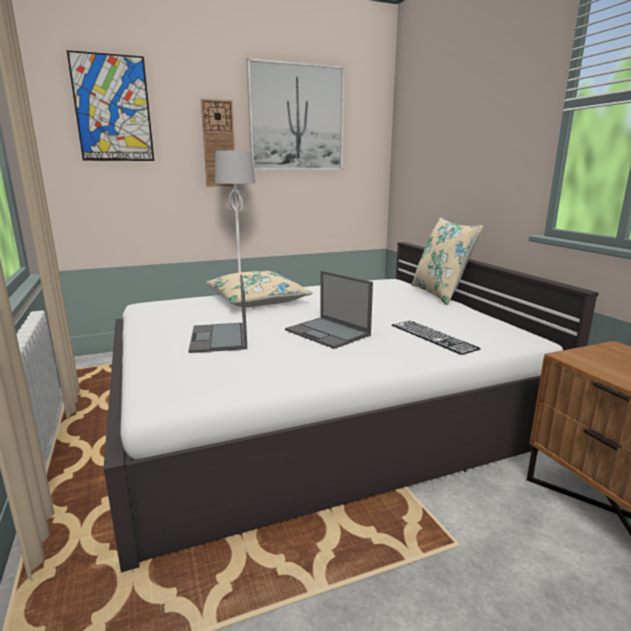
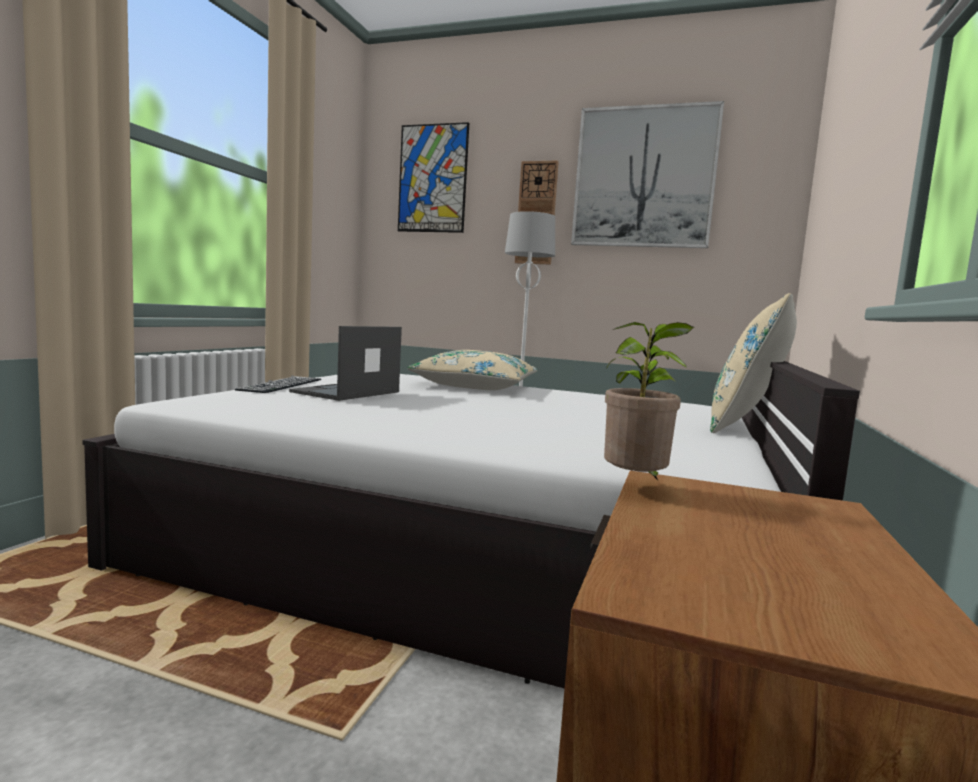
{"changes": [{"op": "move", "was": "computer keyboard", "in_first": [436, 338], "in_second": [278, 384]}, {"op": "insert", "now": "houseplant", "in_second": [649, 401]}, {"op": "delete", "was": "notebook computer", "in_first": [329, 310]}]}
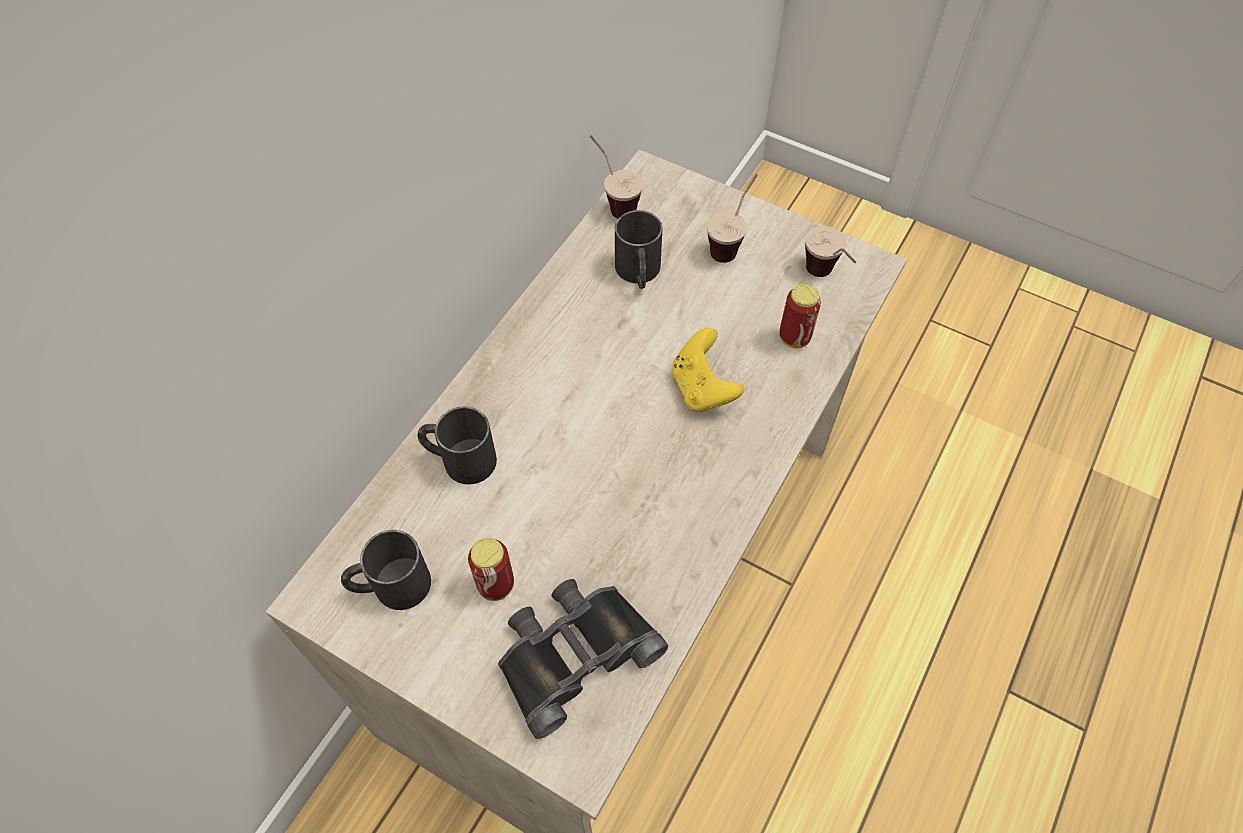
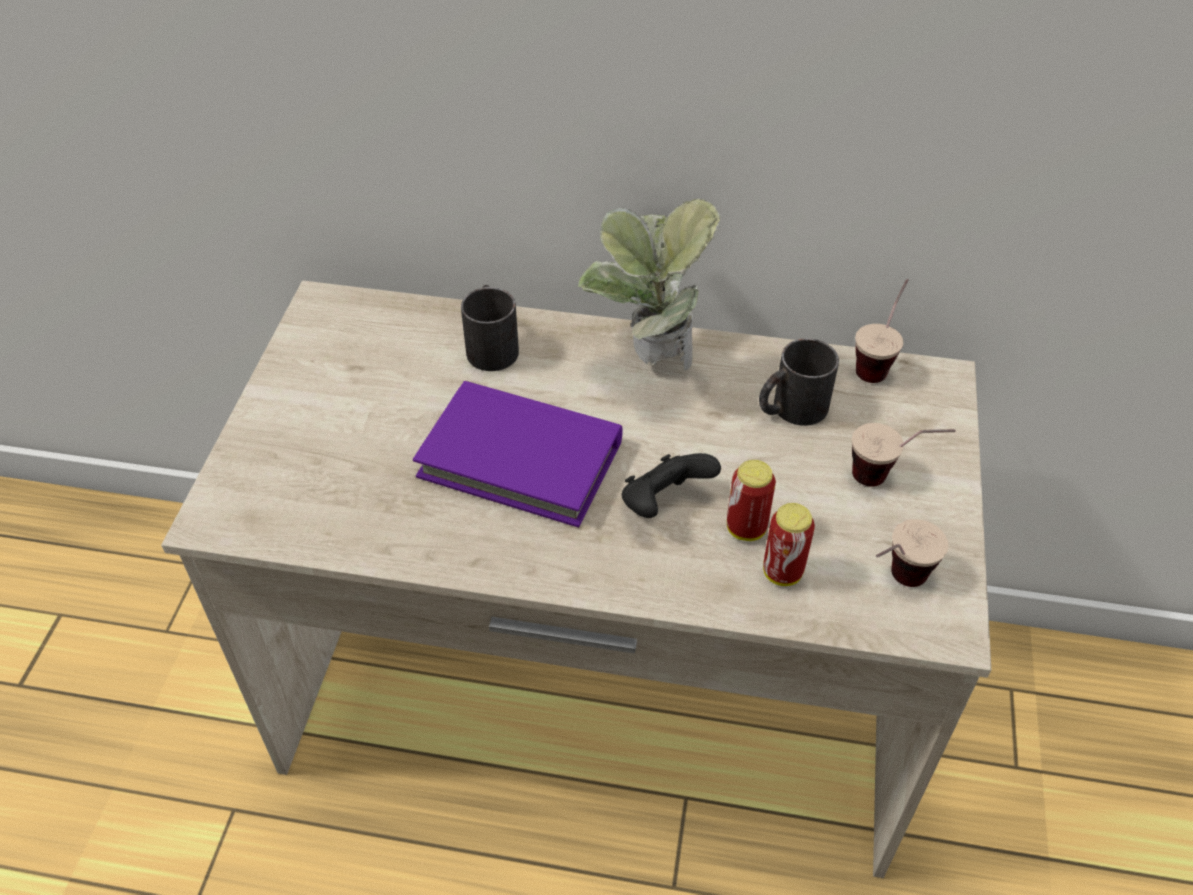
{"changes": [{"op": "insert", "now": "purplish volume", "in_second": [518, 454]}, {"op": "insert", "now": "houseplant", "in_second": [649, 284]}, {"op": "recolor", "was": "yellowish joypad", "now": "blackish joypad", "in_first": [708, 370], "in_second": [671, 485]}, {"op": "move", "was": "metal can", "in_first": [491, 569], "in_second": [751, 500]}, {"op": "delete", "was": "blackish tea mug", "in_first": [386, 570]}, {"op": "delete", "was": "blackish field glasses", "in_first": [583, 659]}]}
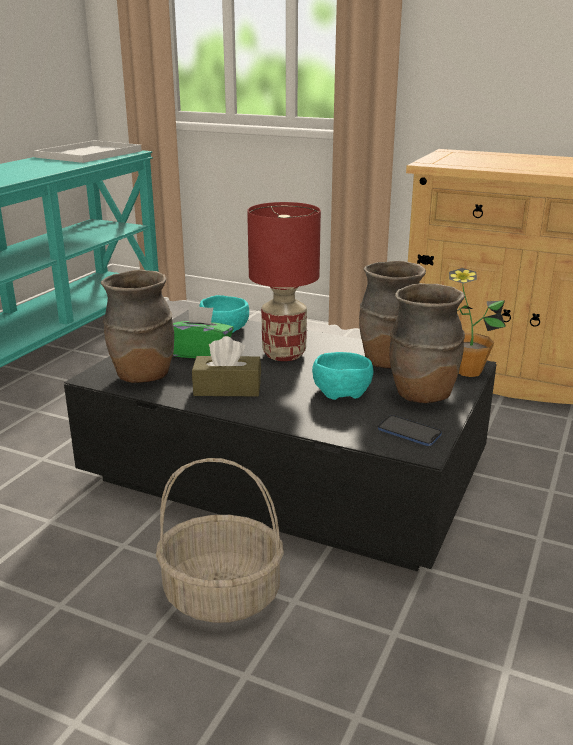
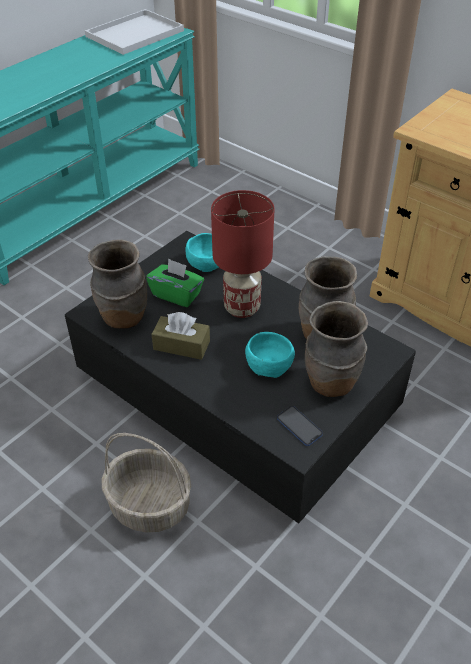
{"changes": [{"op": "delete", "was": "houseplant", "in_first": [477, 322]}]}
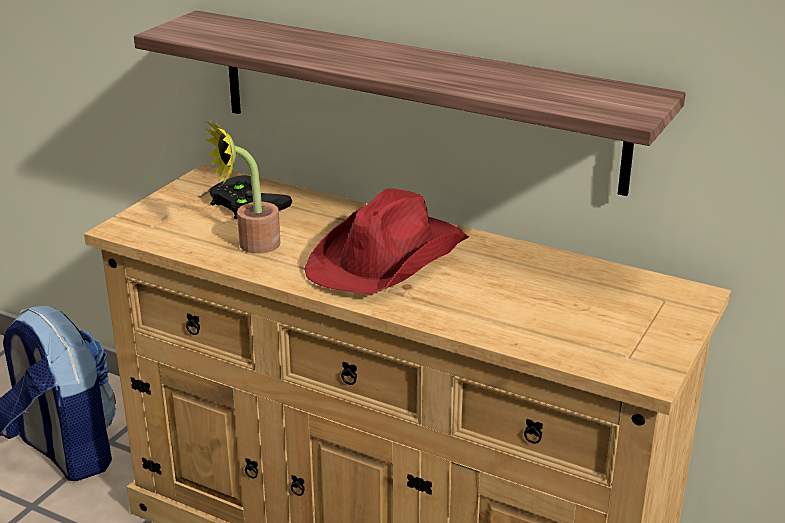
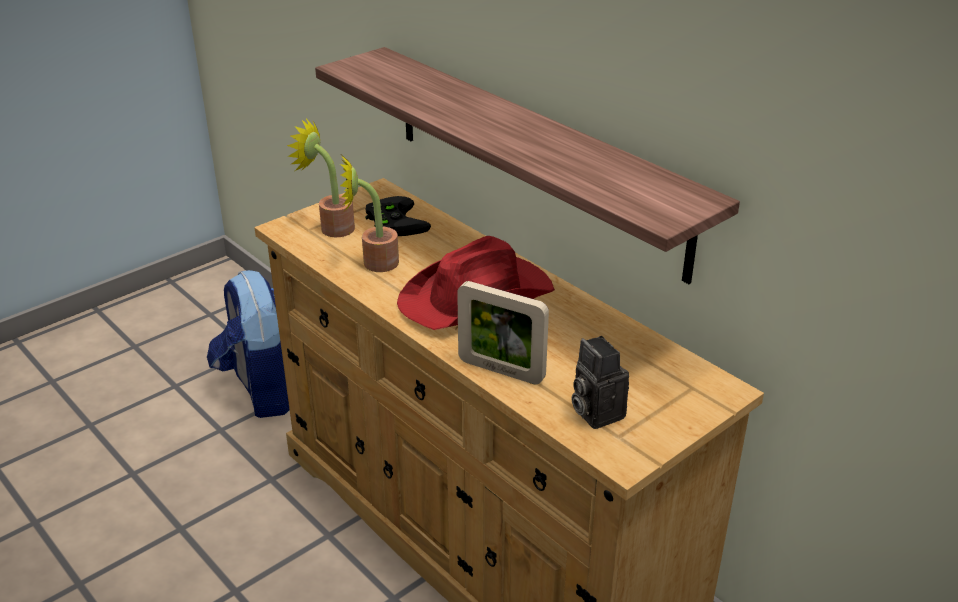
{"changes": [{"op": "insert", "now": "houseplant", "in_second": [321, 178]}, {"op": "insert", "now": "photo frame", "in_second": [503, 333]}, {"op": "insert", "now": "photo camera", "in_second": [600, 382]}]}
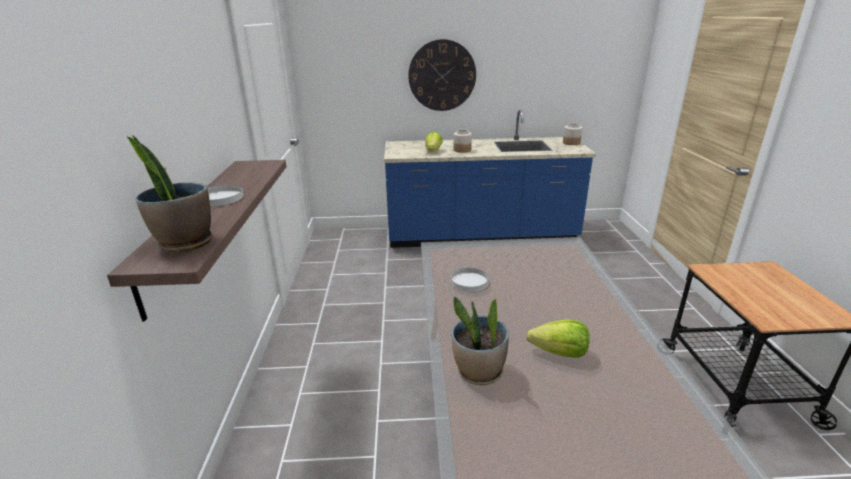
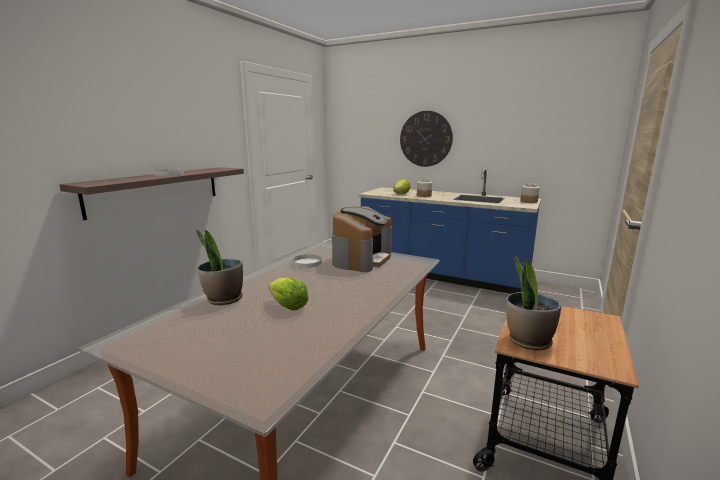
{"changes": [{"op": "insert", "now": "coffee maker", "in_second": [362, 239]}, {"op": "move", "was": "houseplant", "in_first": [169, 194], "in_second": [533, 303]}]}
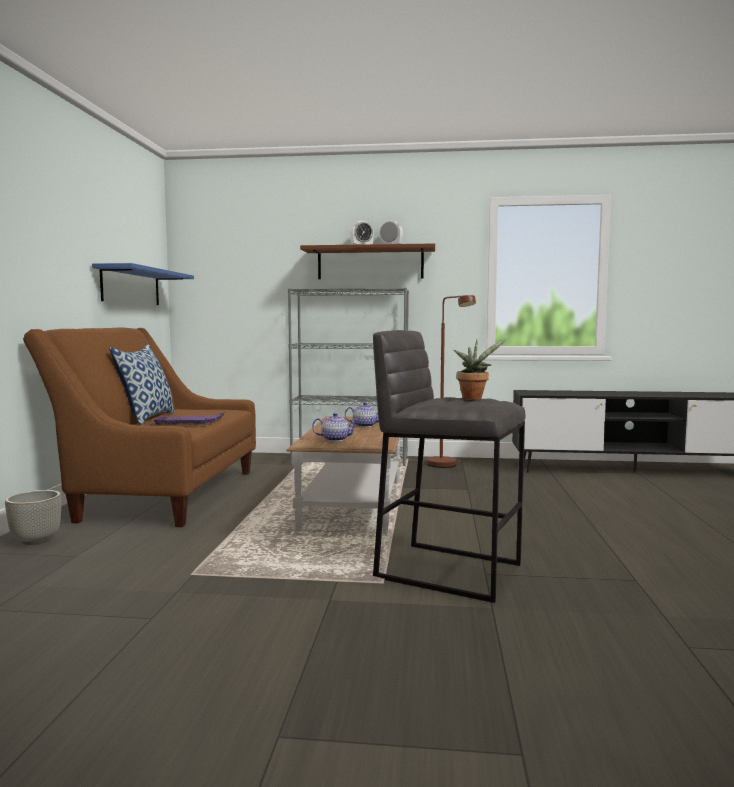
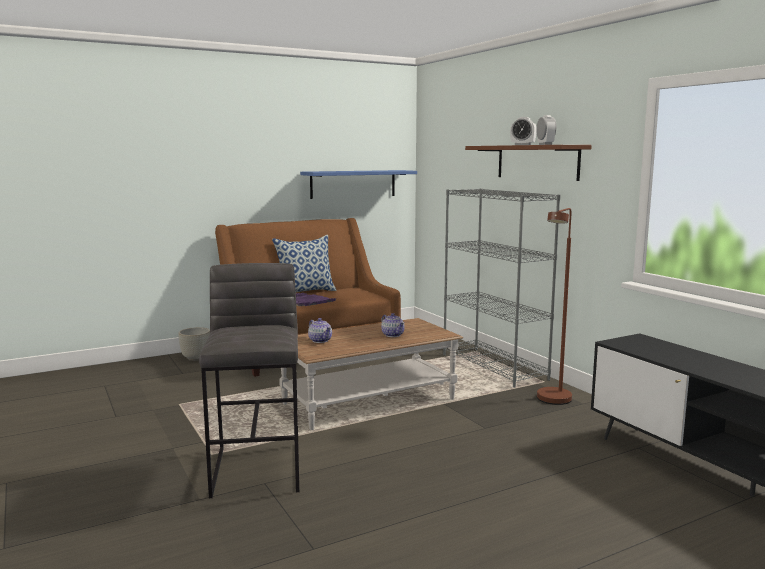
{"changes": [{"op": "delete", "was": "houseplant", "in_first": [479, 369]}]}
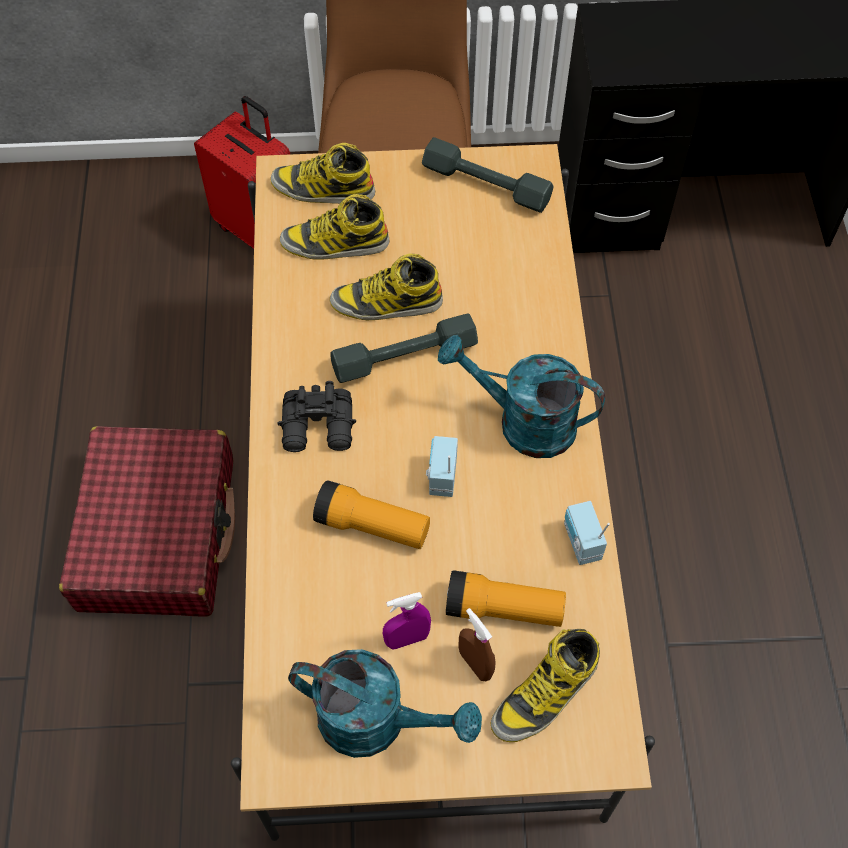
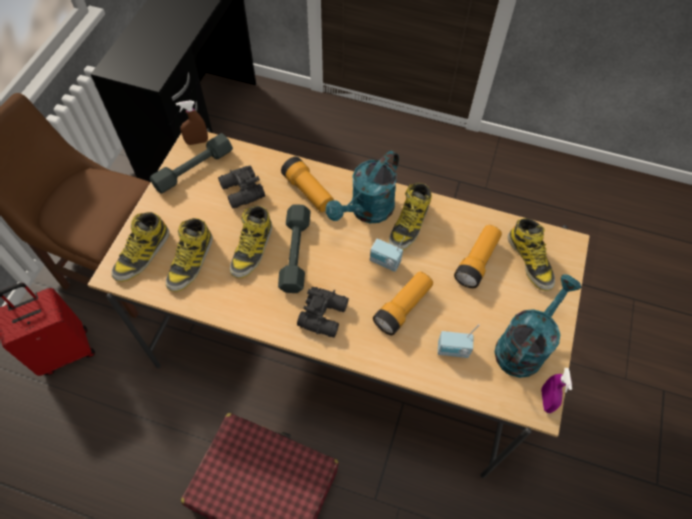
{"changes": [{"op": "move", "was": "brown sprayer", "in_first": [477, 644], "in_second": [192, 122]}, {"op": "insert", "now": "blackish field glasses", "in_second": [241, 187]}, {"op": "insert", "now": "torch", "in_second": [307, 184]}, {"op": "insert", "now": "tall boot", "in_second": [410, 216]}, {"op": "move", "was": "radio set", "in_first": [587, 533], "in_second": [459, 341]}, {"op": "move", "was": "purplish sprayer", "in_first": [407, 620], "in_second": [556, 390]}]}
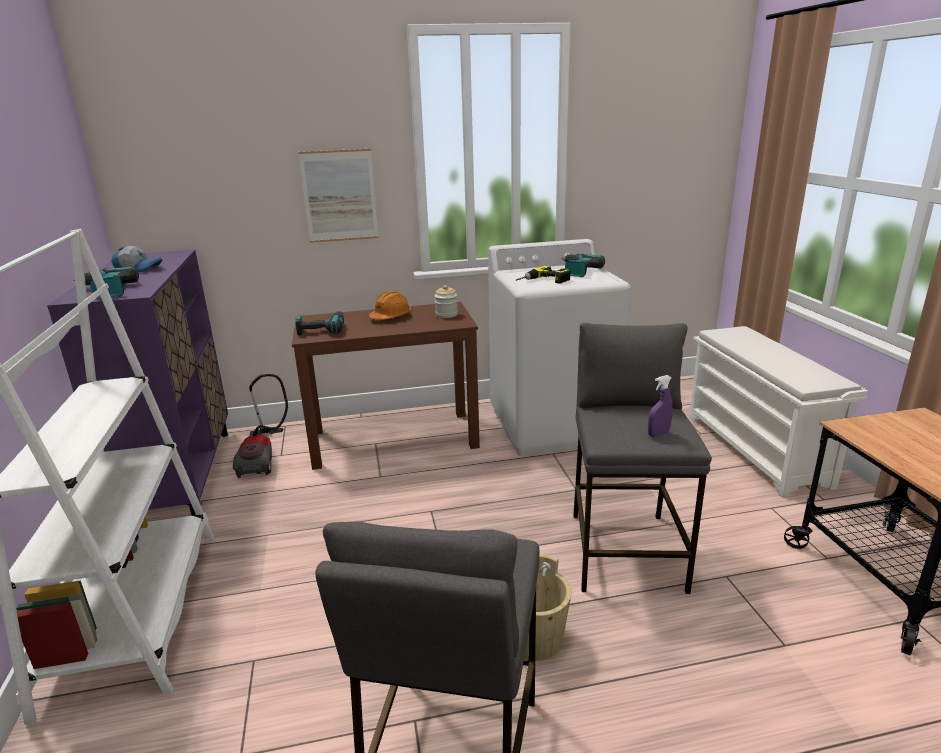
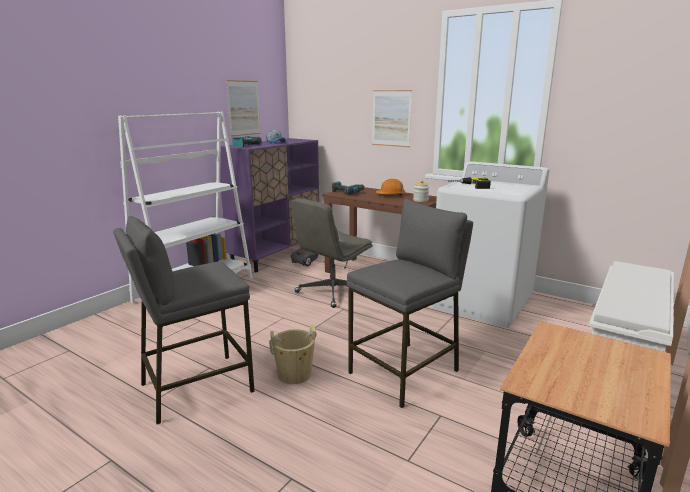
{"changes": [{"op": "insert", "now": "wall art", "in_second": [243, 108]}, {"op": "insert", "now": "grey computer chair", "in_second": [332, 253]}, {"op": "delete", "was": "electric drill", "in_first": [583, 265]}, {"op": "delete", "was": "purplish sprayer", "in_first": [660, 406]}]}
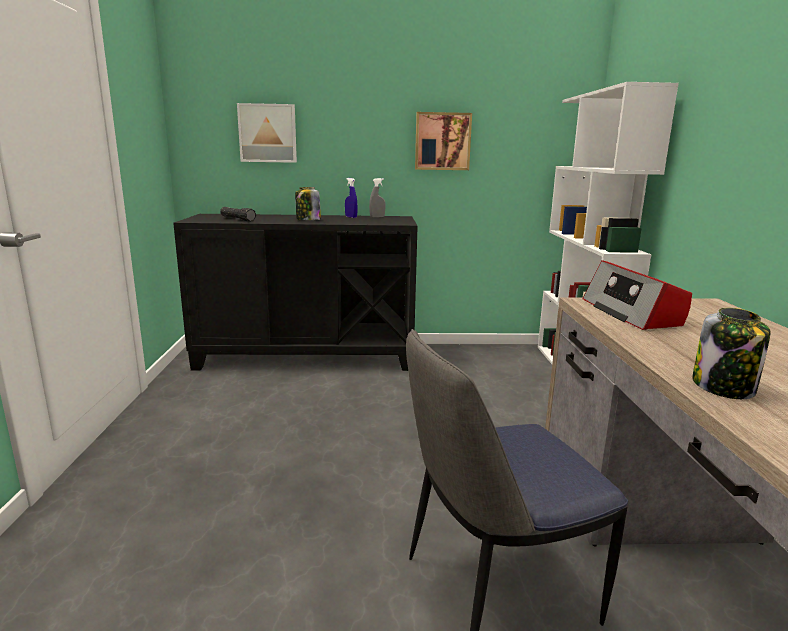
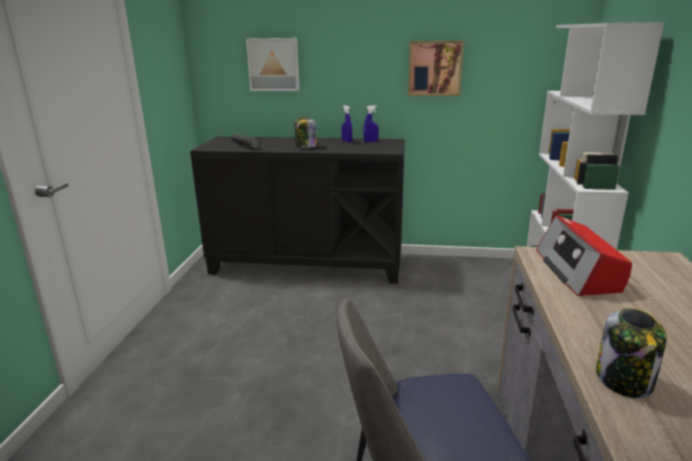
{"changes": [{"op": "recolor", "was": "grey sprayer", "now": "blue sprayer", "in_first": [377, 198], "in_second": [371, 123]}]}
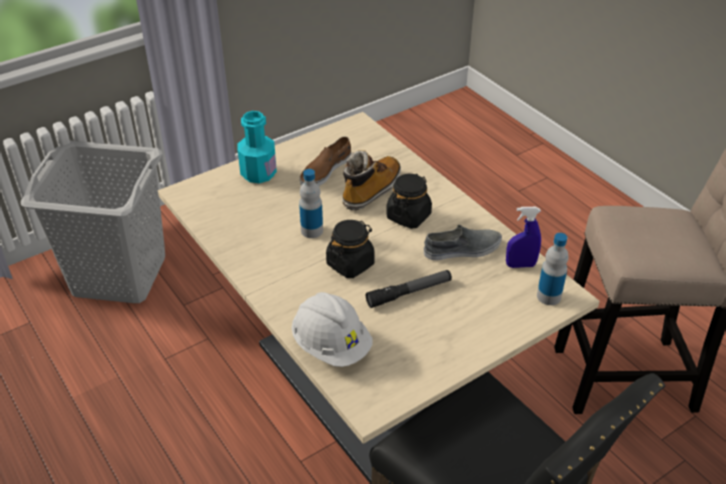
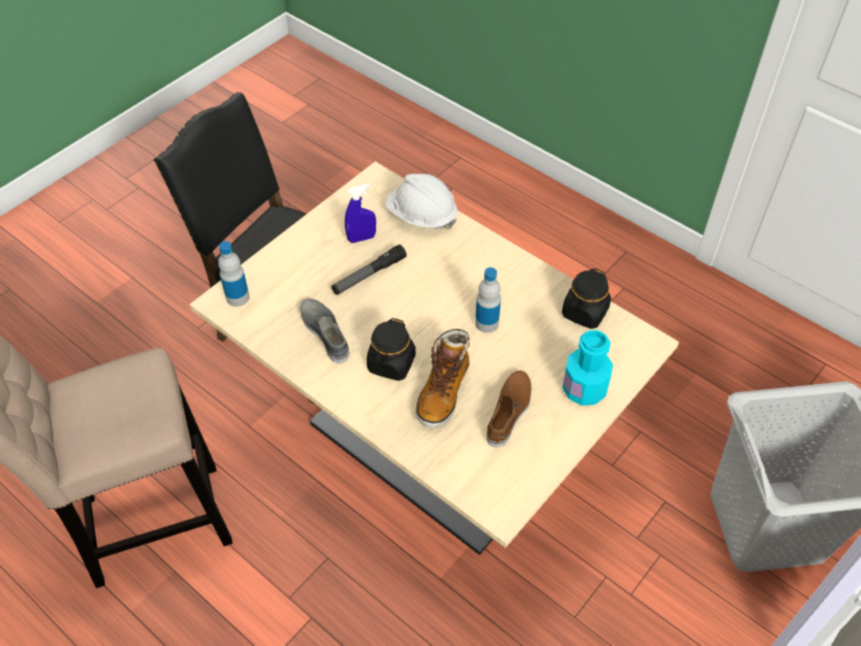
{"changes": [{"op": "rotate", "was": "grey item of footwear", "in_first": [463, 242], "in_second": [325, 331], "clockwise": 90}, {"op": "move", "was": "blue sprayer", "in_first": [523, 237], "in_second": [360, 213]}, {"op": "move", "was": "blackish jar", "in_first": [350, 249], "in_second": [586, 298]}]}
